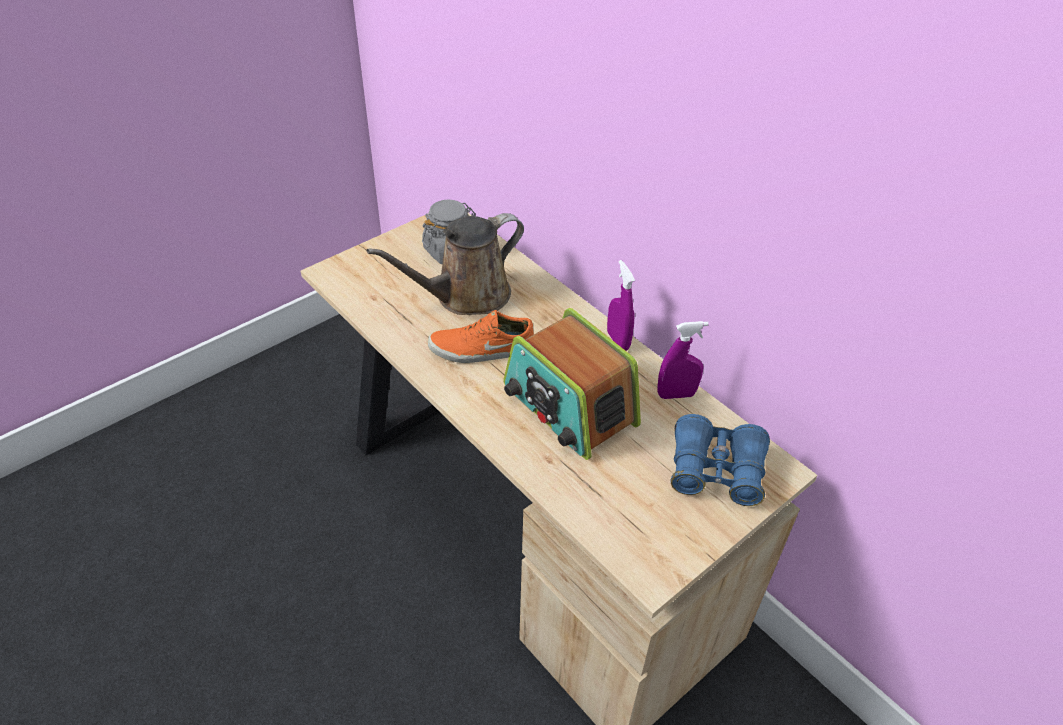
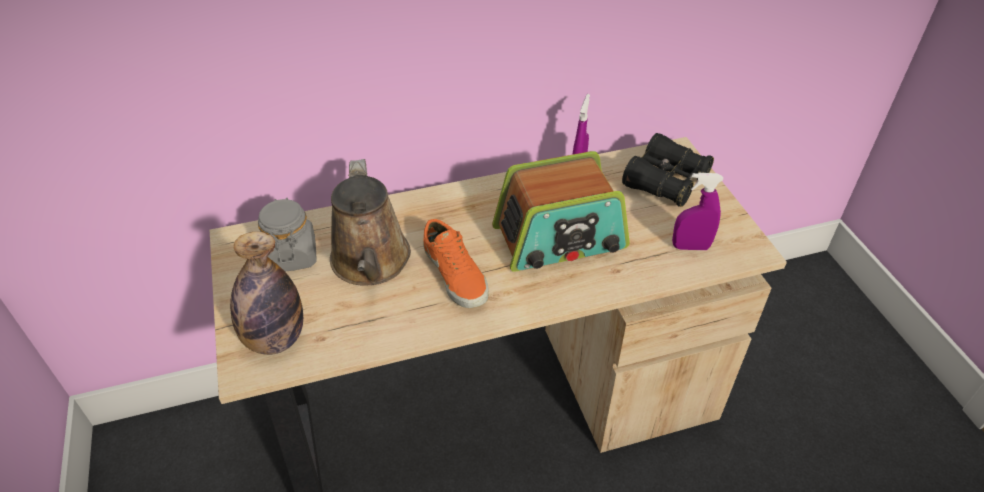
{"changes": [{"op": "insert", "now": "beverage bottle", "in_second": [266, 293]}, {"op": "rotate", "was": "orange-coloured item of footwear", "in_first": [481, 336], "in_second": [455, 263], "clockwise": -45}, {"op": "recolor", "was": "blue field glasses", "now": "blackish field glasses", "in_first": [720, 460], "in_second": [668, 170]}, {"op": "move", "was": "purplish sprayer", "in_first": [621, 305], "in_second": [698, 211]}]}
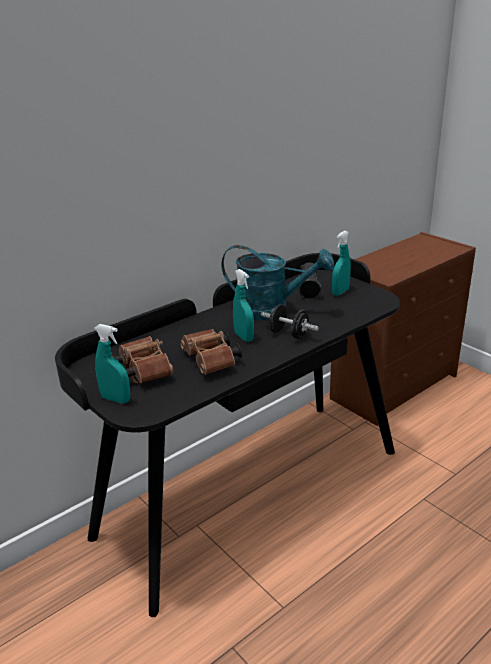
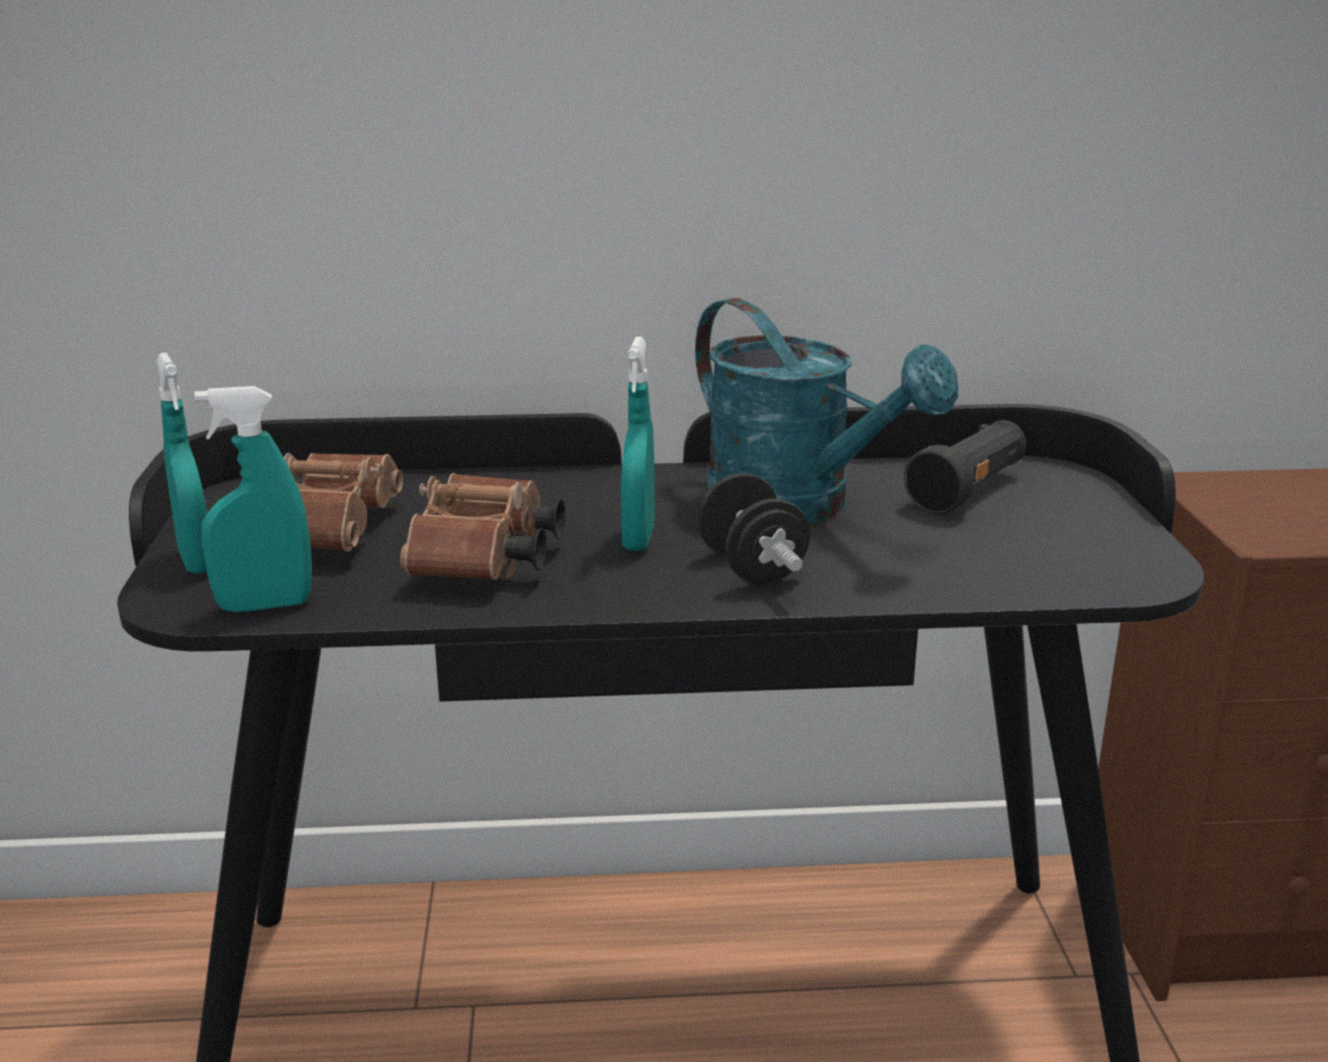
{"changes": [{"op": "move", "was": "blue-green sprayer", "in_first": [341, 263], "in_second": [253, 499]}]}
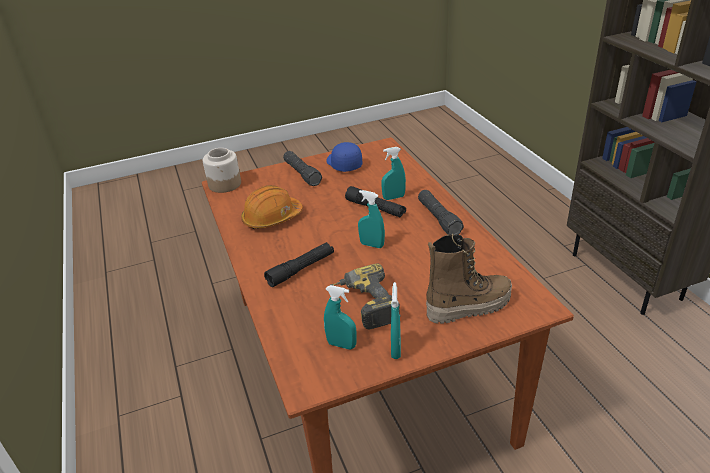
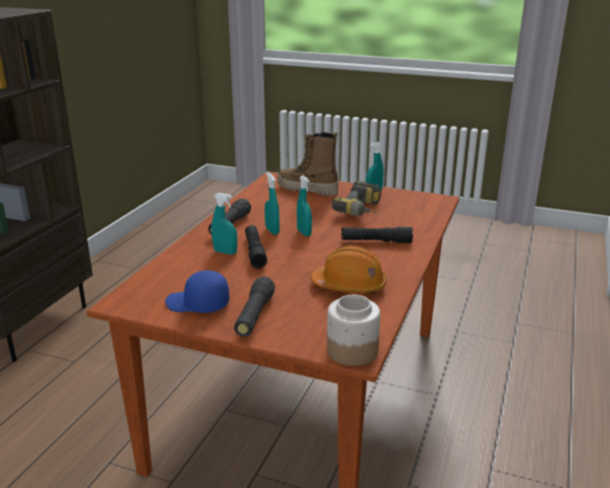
{"changes": [{"op": "rotate", "was": "blue peaked cap", "in_first": [344, 157], "in_second": [197, 291], "clockwise": 90}, {"op": "move", "was": "blue-green sprayer", "in_first": [340, 317], "in_second": [272, 203]}]}
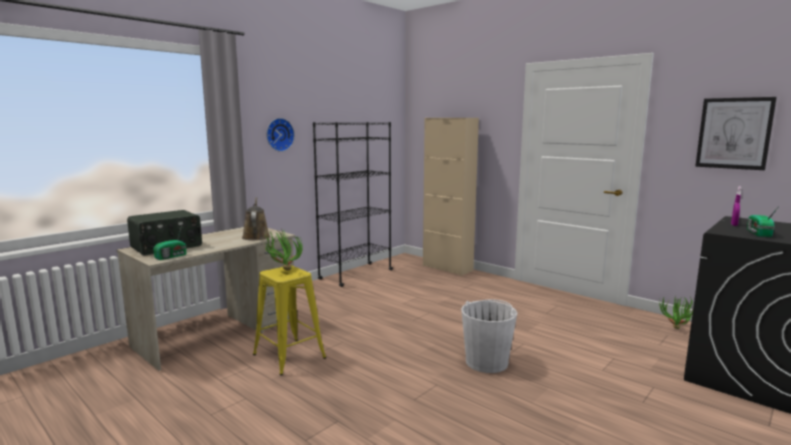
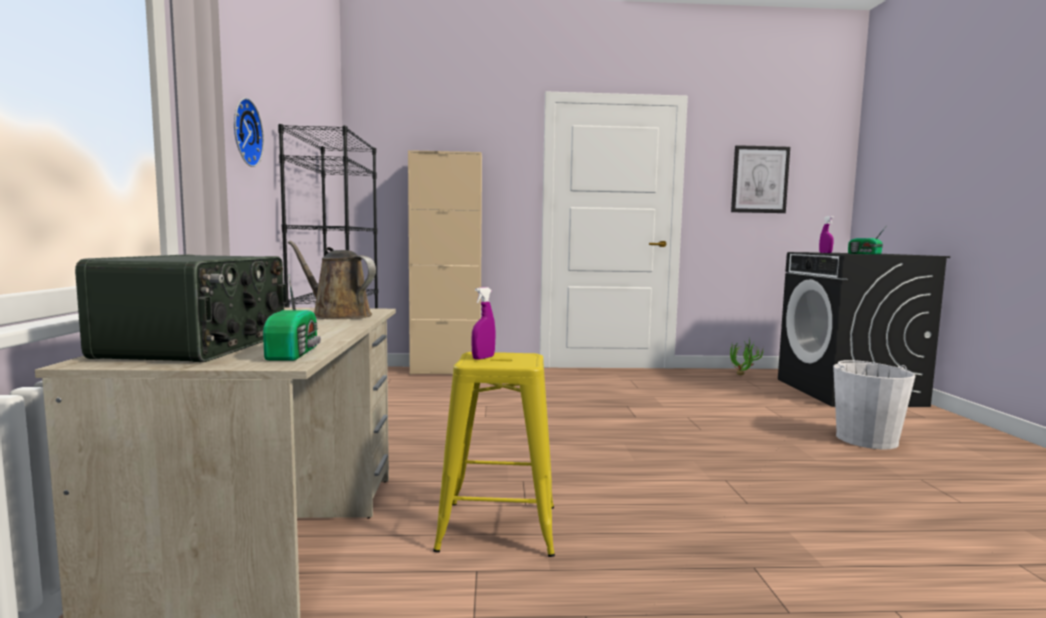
{"changes": [{"op": "replace", "was": "houseplant", "now": "purplish sprayer", "in_first": [283, 249], "in_second": [483, 323]}, {"op": "move", "was": "whitish bucket", "in_first": [489, 336], "in_second": [874, 404]}]}
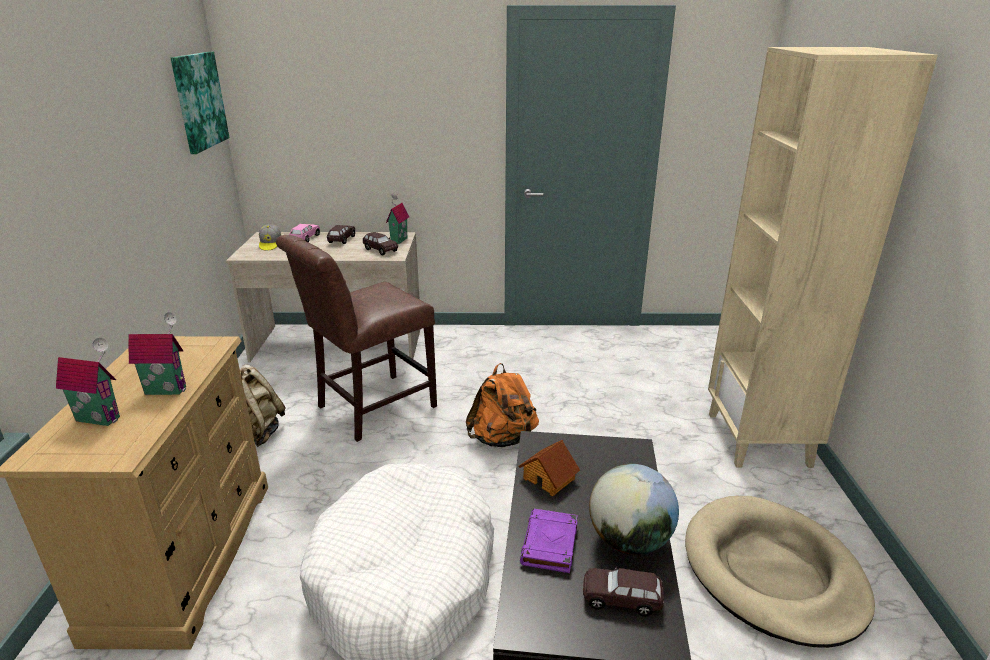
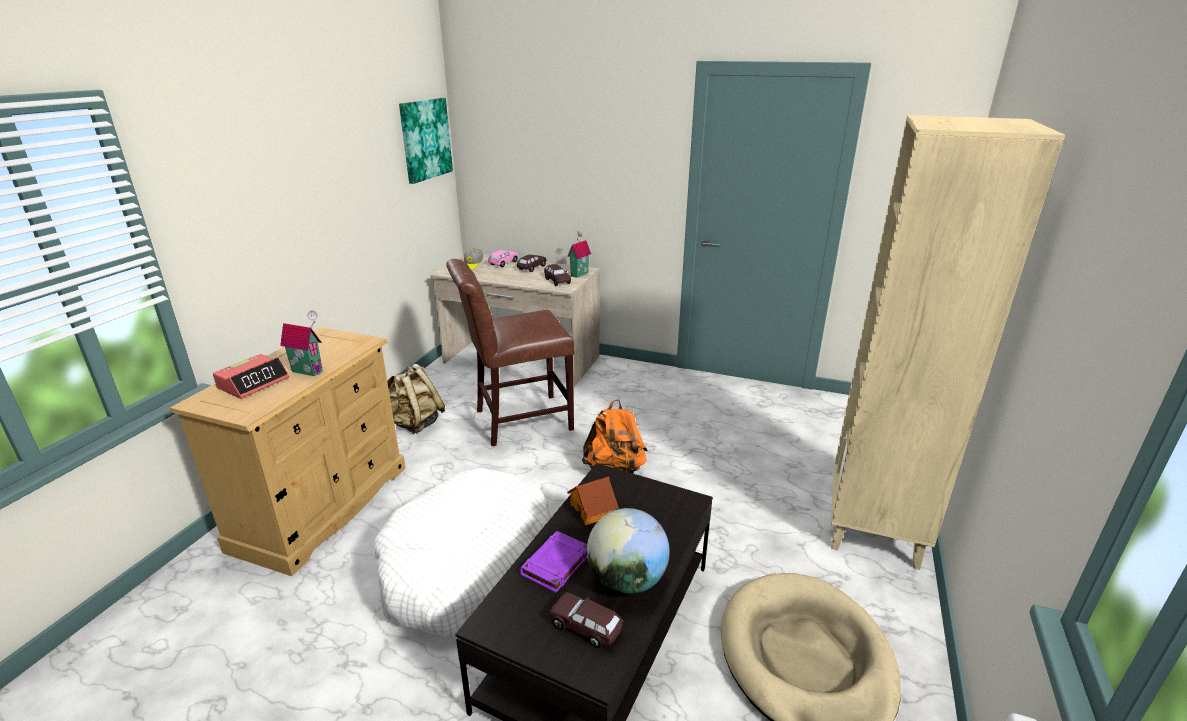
{"changes": [{"op": "replace", "was": "toy house", "now": "alarm clock", "in_first": [88, 382], "in_second": [251, 376]}]}
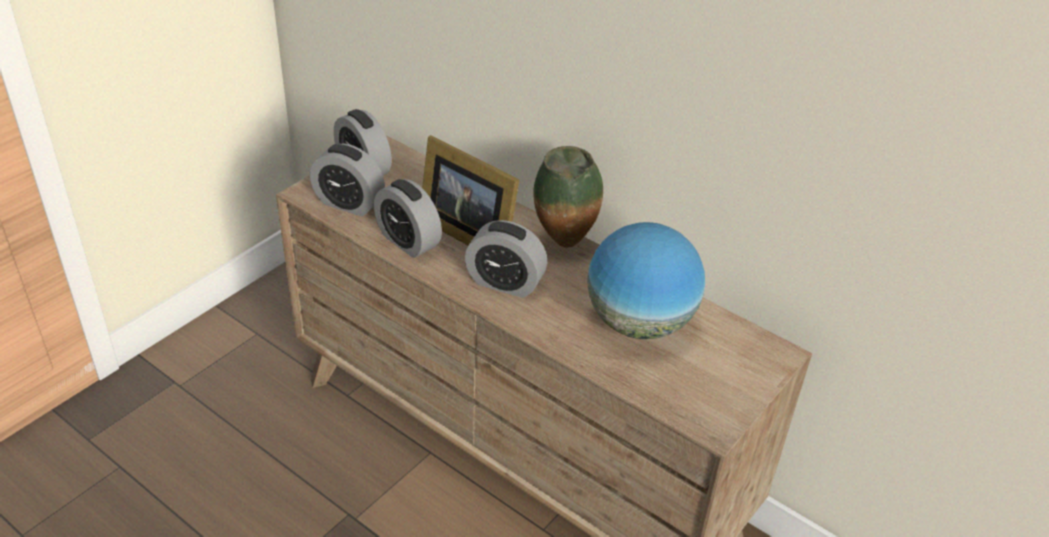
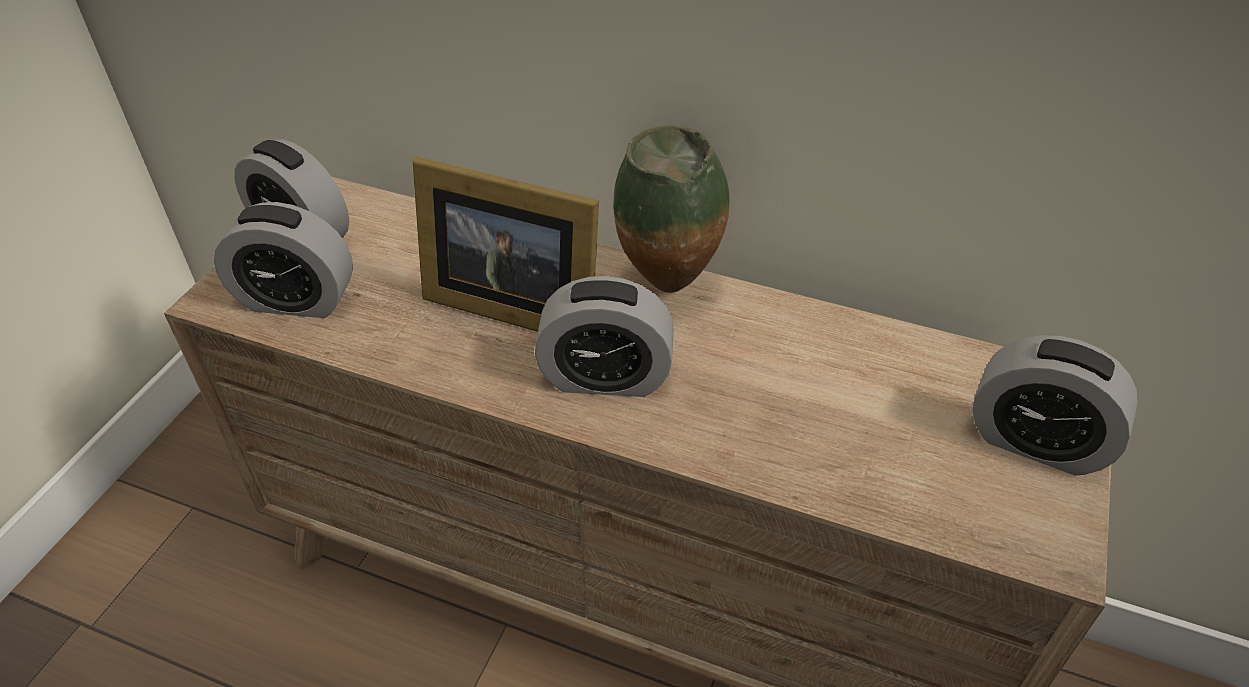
{"changes": [{"op": "move", "was": "alarm clock", "in_first": [408, 218], "in_second": [1055, 405]}, {"op": "delete", "was": "globe", "in_first": [646, 280]}]}
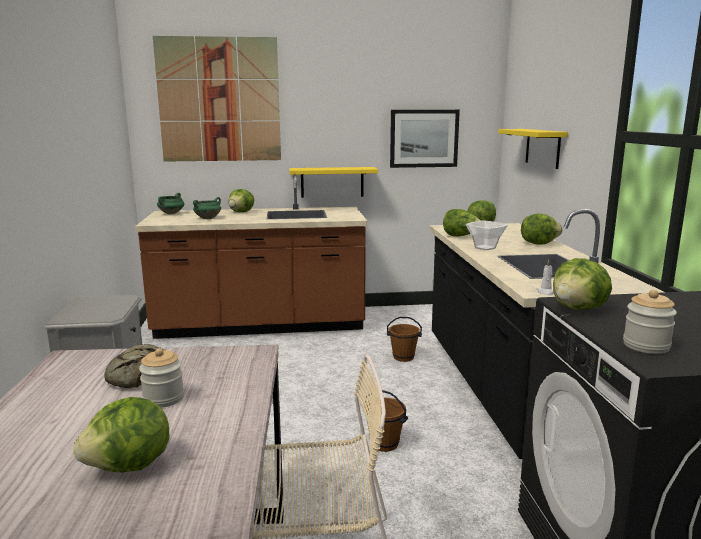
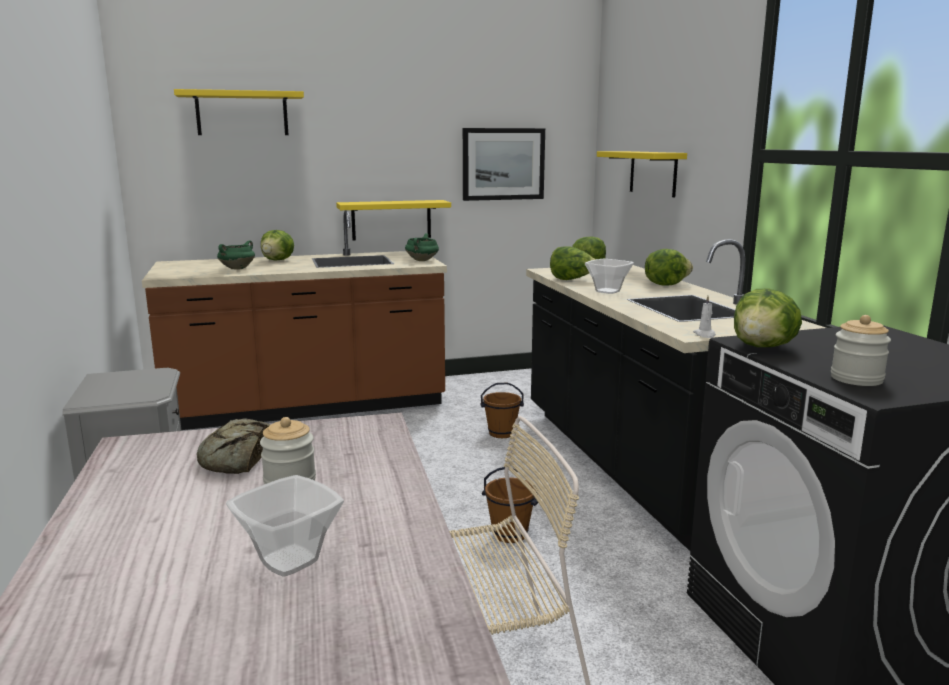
{"changes": [{"op": "replace", "was": "wall art", "now": "yellowish wall shelf", "in_first": [217, 99], "in_second": [239, 112]}, {"op": "replace", "was": "lettuce", "now": "bowl", "in_first": [121, 434], "in_second": [285, 526]}, {"op": "move", "was": "green stockpot", "in_first": [170, 203], "in_second": [422, 247]}]}
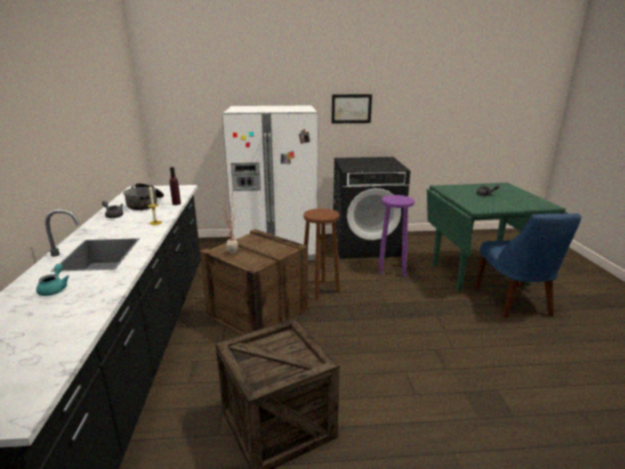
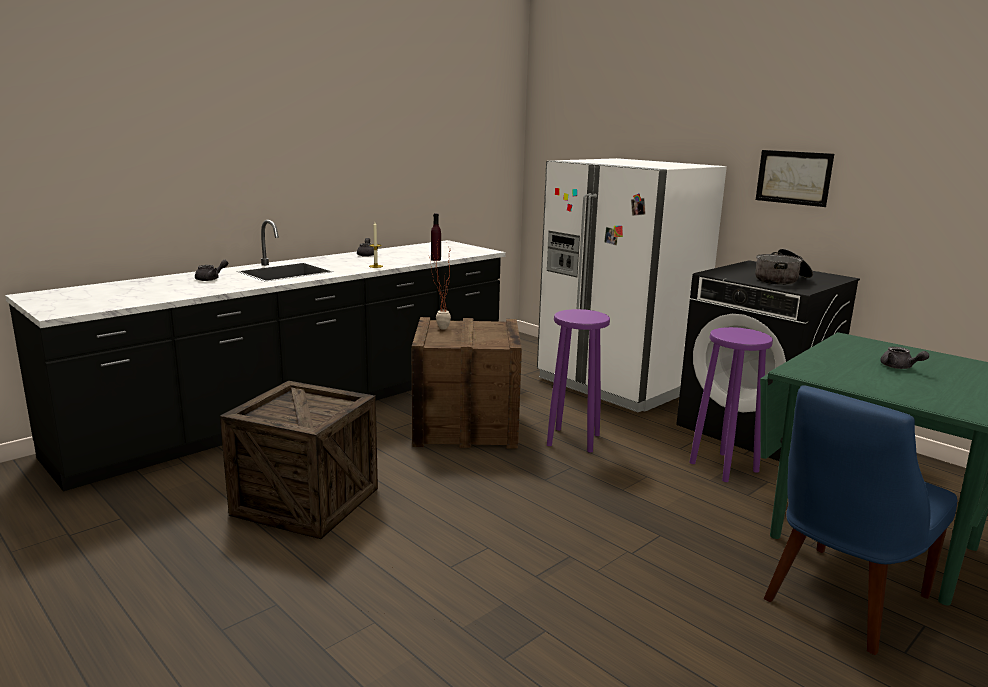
{"changes": [{"op": "recolor", "was": "blue-green tea pot", "now": "grey tea pot", "in_first": [52, 280], "in_second": [212, 270]}, {"op": "recolor", "was": "brown stool", "now": "purplish stool", "in_first": [321, 254], "in_second": [578, 381]}, {"op": "move", "was": "stockpot", "in_first": [143, 196], "in_second": [784, 267]}]}
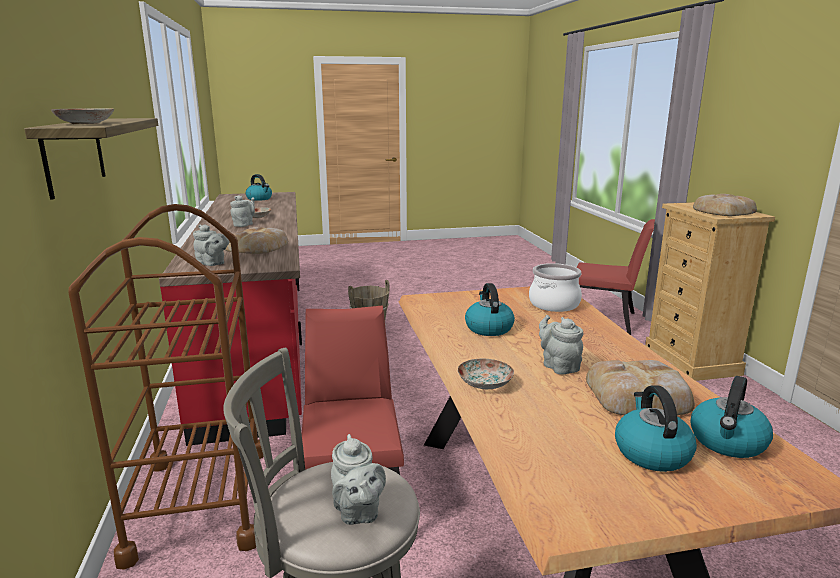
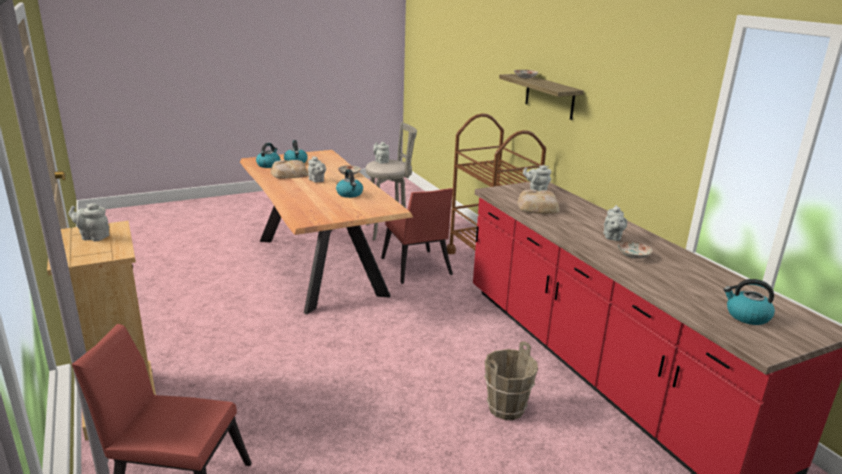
{"changes": [{"op": "replace", "was": "bread", "now": "grey tea pot", "in_first": [725, 205], "in_second": [88, 222]}, {"op": "delete", "was": "stockpot", "in_first": [555, 287]}]}
